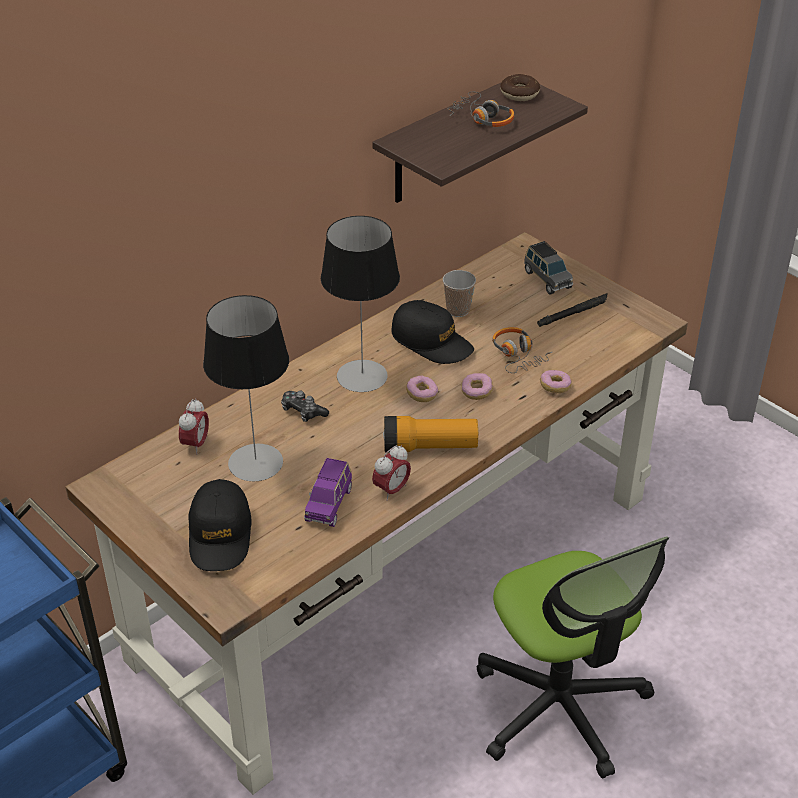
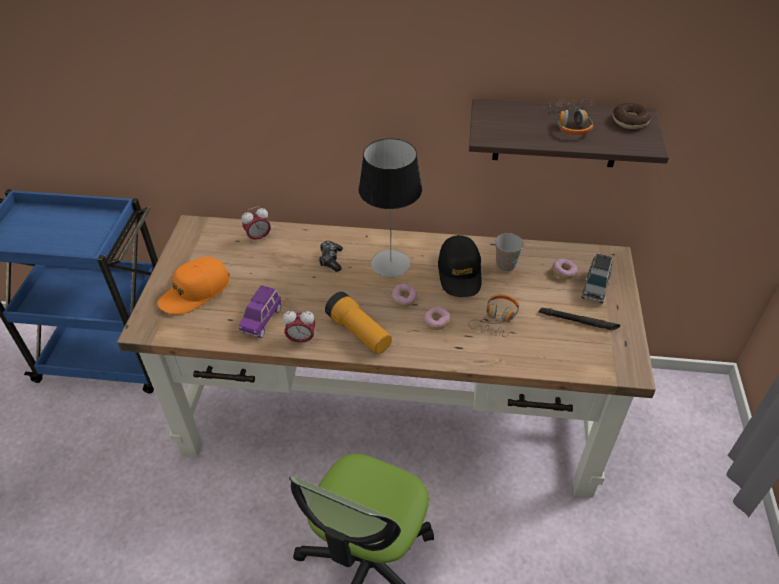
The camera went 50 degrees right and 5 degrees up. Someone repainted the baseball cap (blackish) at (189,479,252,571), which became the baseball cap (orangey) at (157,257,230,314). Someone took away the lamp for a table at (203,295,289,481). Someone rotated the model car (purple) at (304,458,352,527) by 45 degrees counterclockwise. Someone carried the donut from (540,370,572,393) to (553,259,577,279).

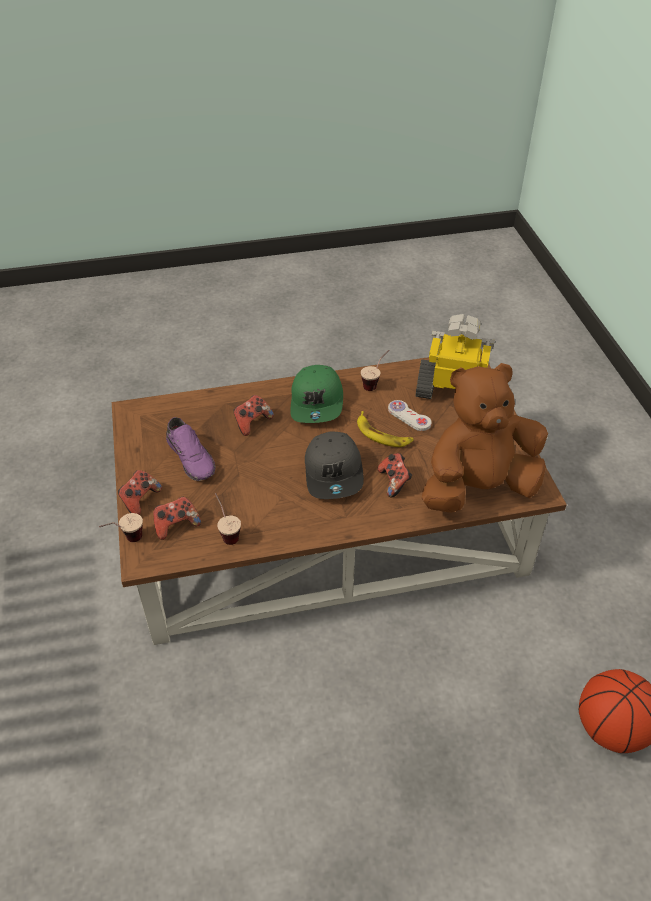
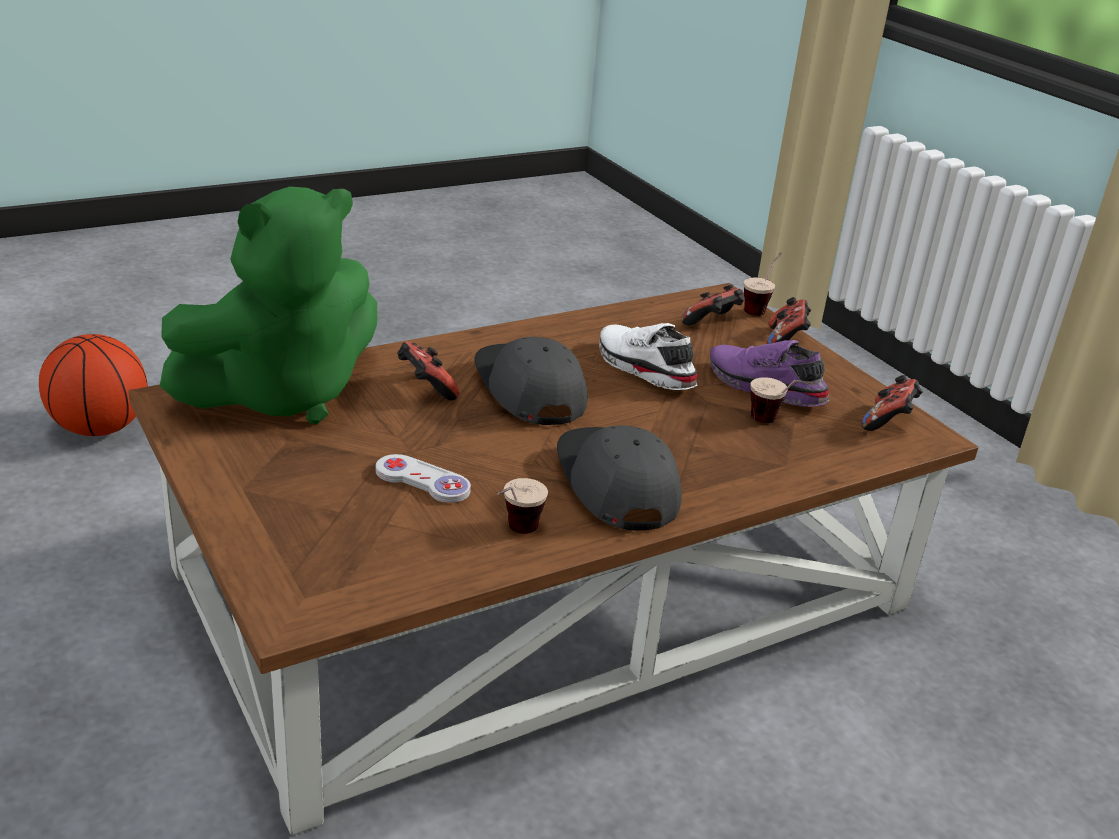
The camera went 160 degrees right and 15 degrees down. Someone carried the small cup from (215,493,241,545) to (750,377,816,423). Someone carried the joypad from (234,395,274,436) to (861,375,923,431). Someone repainted the baseball cap (green-coloured) at (290,365,343,423), which became the baseball cap (gray) at (557,425,682,530). Someone took away the banana at (357,411,414,447). Someone took away the toy robot at (416,314,495,399). Someone repainted the plush toy (brown) at (422,363,548,513), which became the plush toy (green-coloured) at (160,187,377,424). Someone put down the item of footwear (white) at (599,323,698,390).

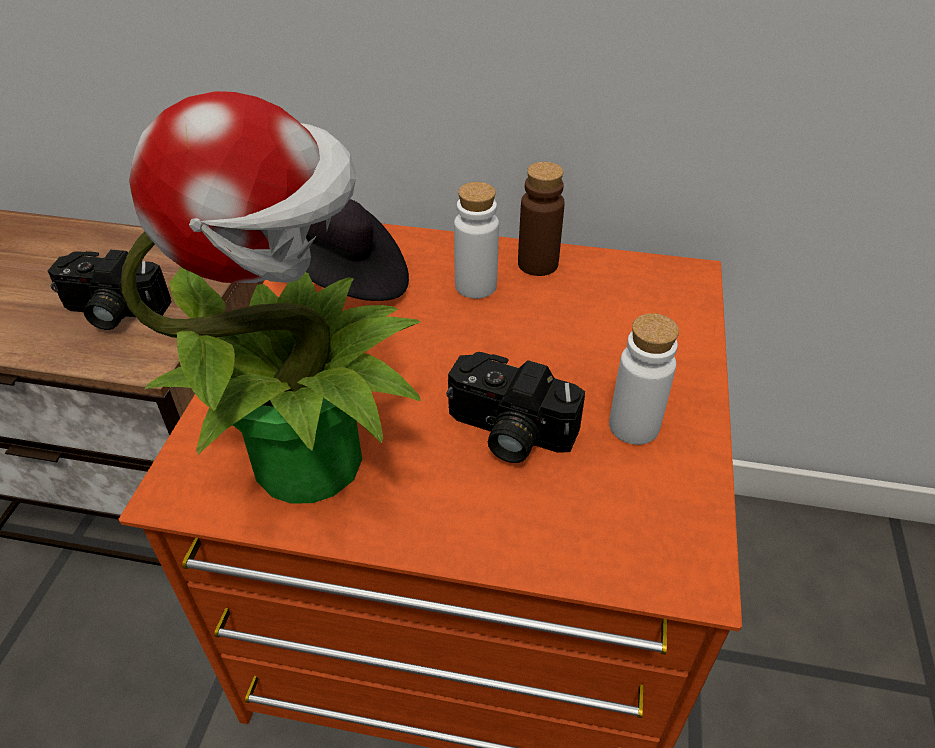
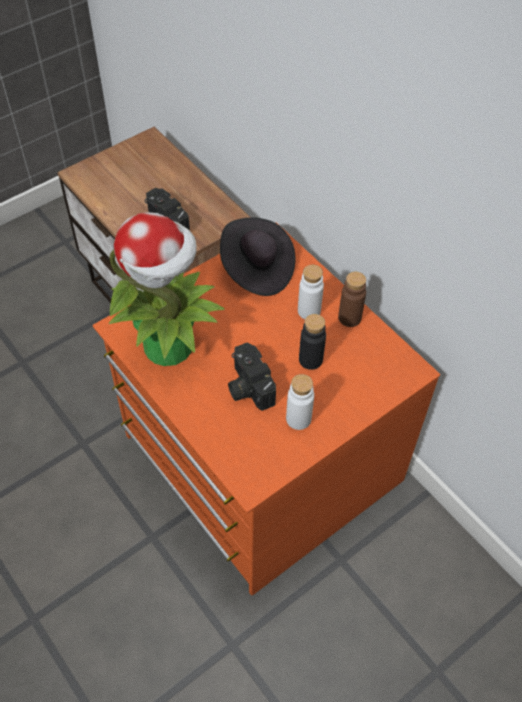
The camera went 40 degrees right and 10 degrees up. Someone put down the drink bottle (blackish) at (299,314,326,370).

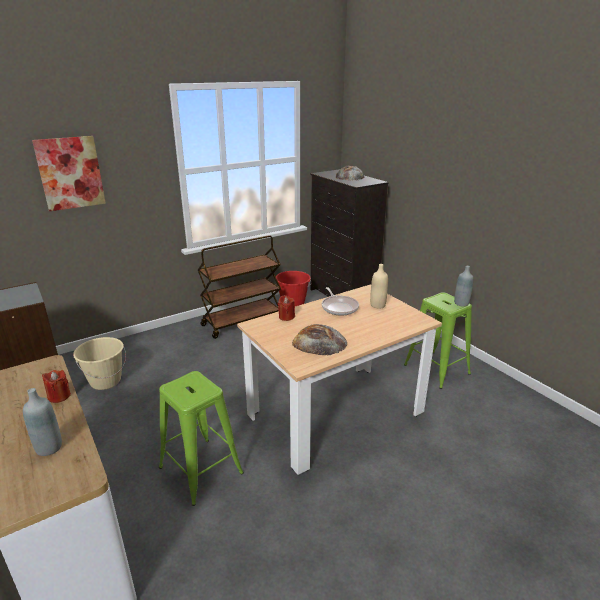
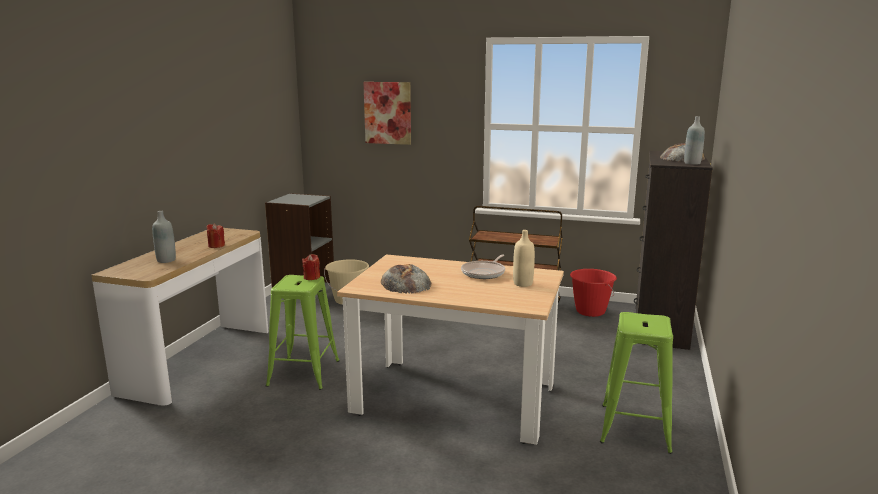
The camera went 50 degrees right and 10 degrees down. Someone carried the candle (reddish) from (278,295,295,321) to (302,254,320,280). Someone carried the drink bottle (gray) from (454,266,473,307) to (684,116,705,165).

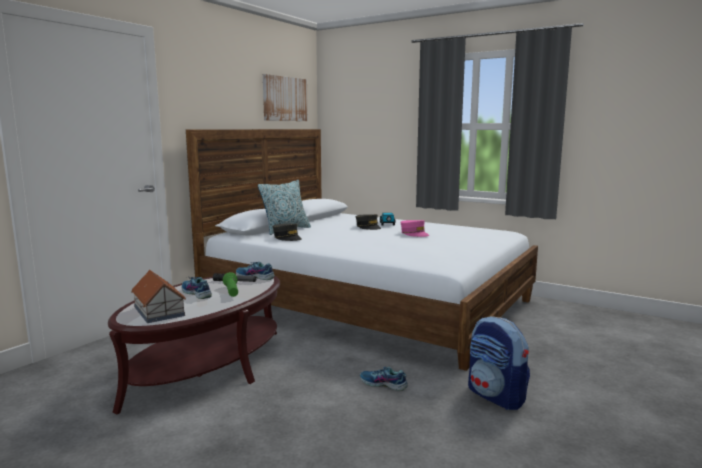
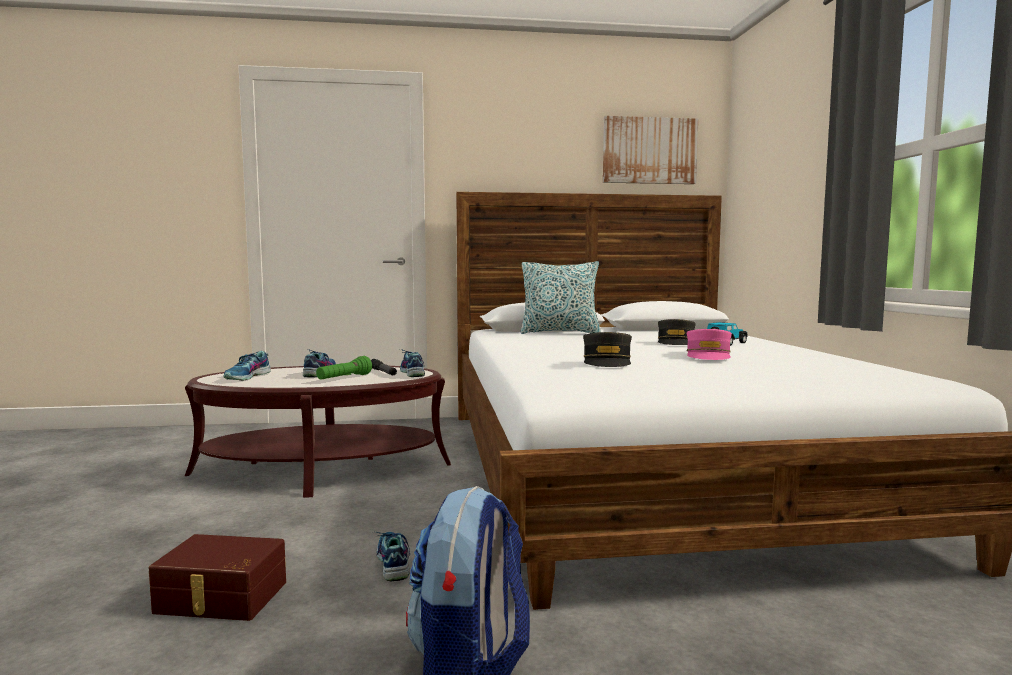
The camera went 50 degrees right and 5 degrees down. Someone swapped the miniature house at (131,270,186,323) for the item of footwear at (223,351,271,381). Someone carried the baseball cap (gray) from (273,224,302,241) to (583,332,632,367). Someone put down the storage box (brown) at (149,534,286,621).

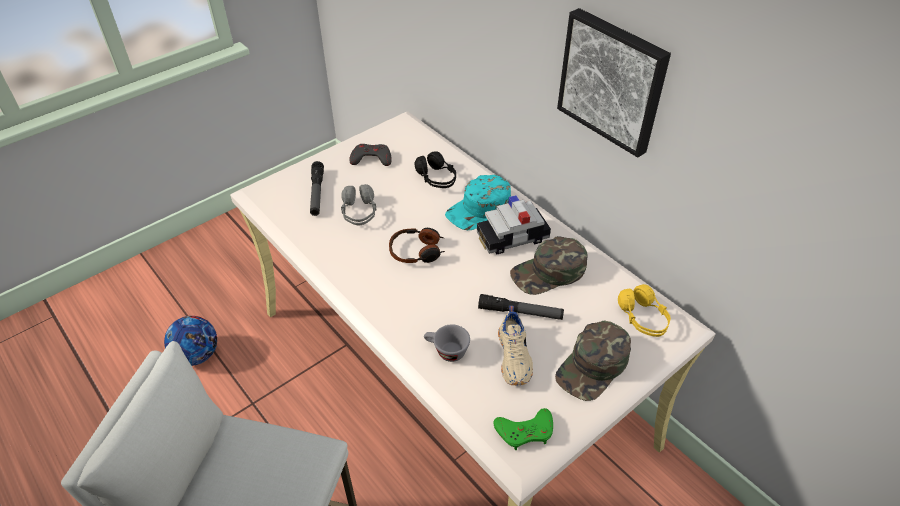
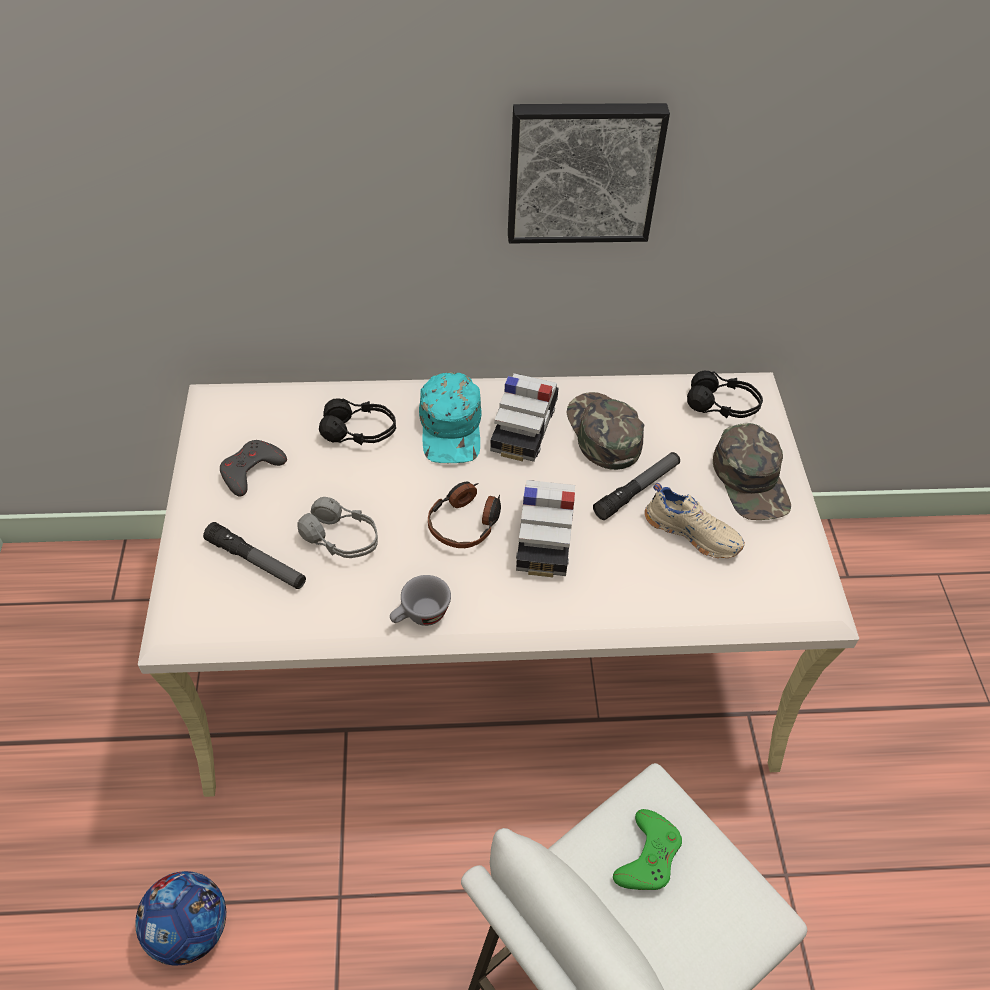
The camera went 55 degrees left and 5 degrees up. Someone carried the small cup (gray) from (424,324,470,362) to (390,575,451,626). Someone carried the joypad (green-coloured) from (494,408,553,450) to (613,809,682,890). Someone rotated the baseball cap (green-coloured) at (510,236,587,295) by 150 degrees clockwise. Someone repainted the headphones (yellowish) at (618,284,671,337), which became the headphones (blackish) at (687,371,763,418). Someone put down the model car at (516,480,575,577).

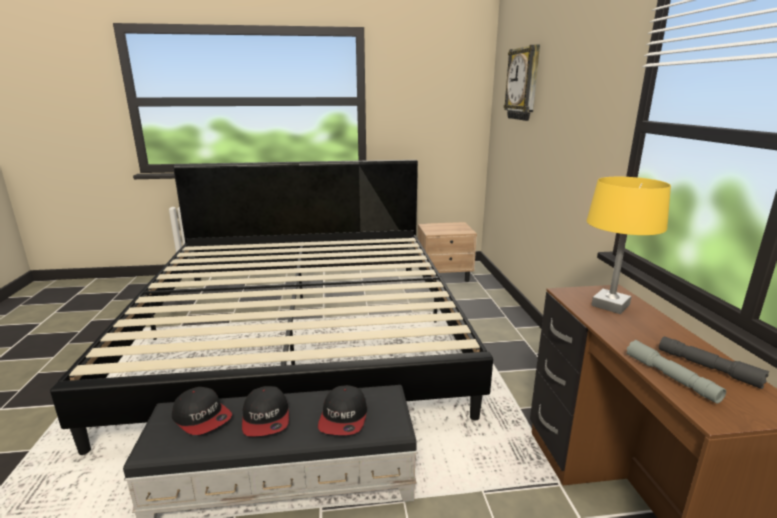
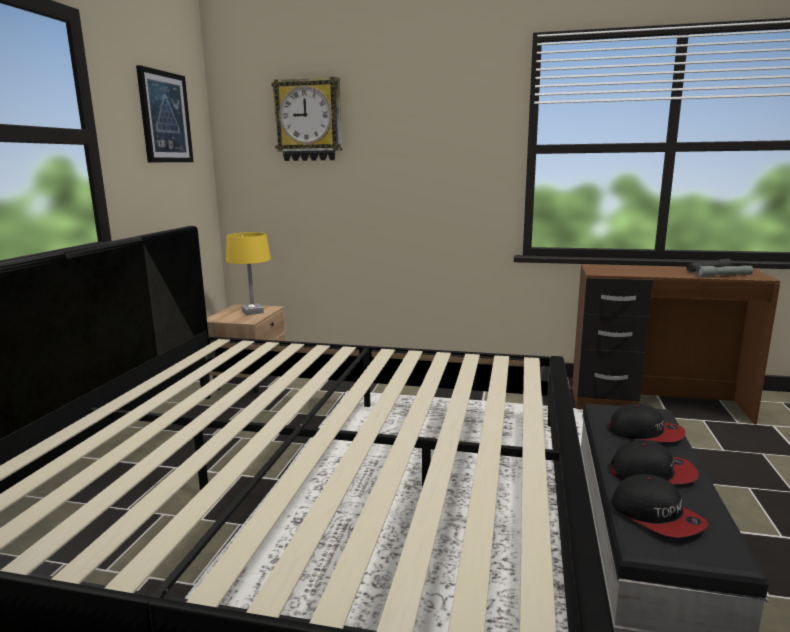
The camera went 70 degrees left and 5 degrees down. Someone rotated the baseball cap at (172,387,232,435) by 90 degrees clockwise. Someone carried the lamp for a table (yellowish) from (587,177,671,314) to (226,232,271,315). Someone put up the wall art at (136,65,194,162).

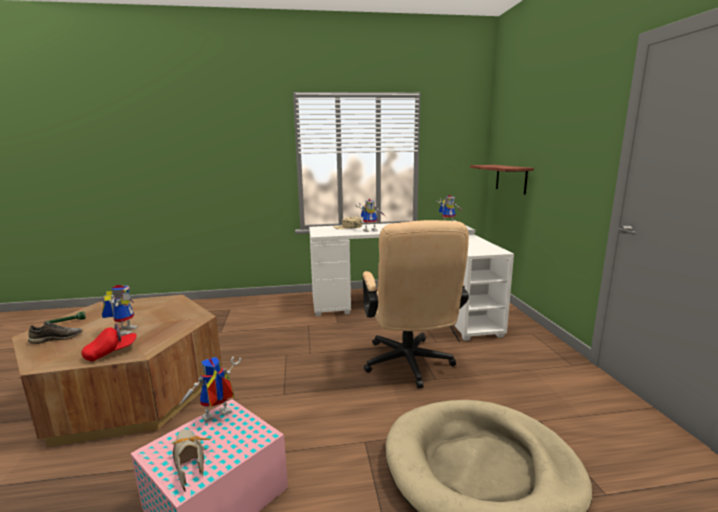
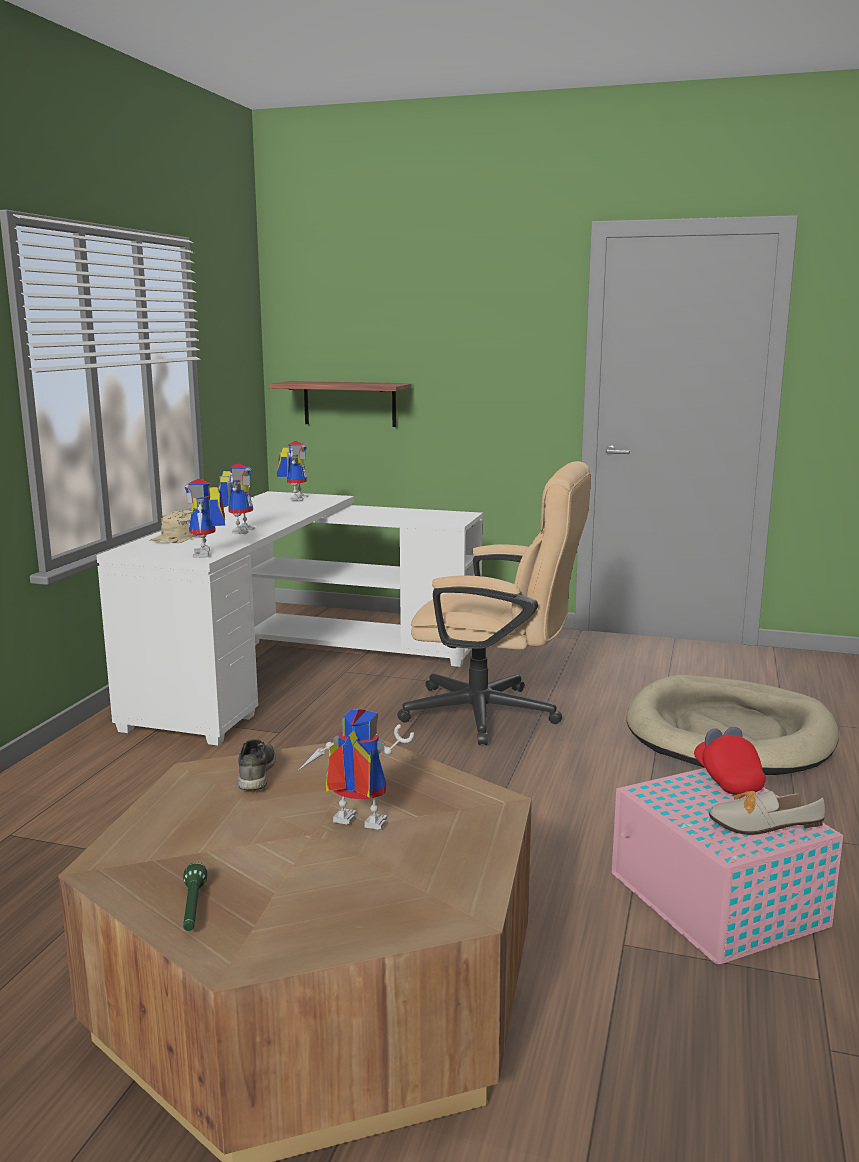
The camera went 65 degrees left and 0 degrees up. Someone carried the item of footwear (gray) from (28,321,83,344) to (238,739,276,791). Someone carried the baseball cap (reddish) from (81,323,137,361) to (694,727,766,795). Someone carried the toy robot from (178,357,241,423) to (184,479,225,558).

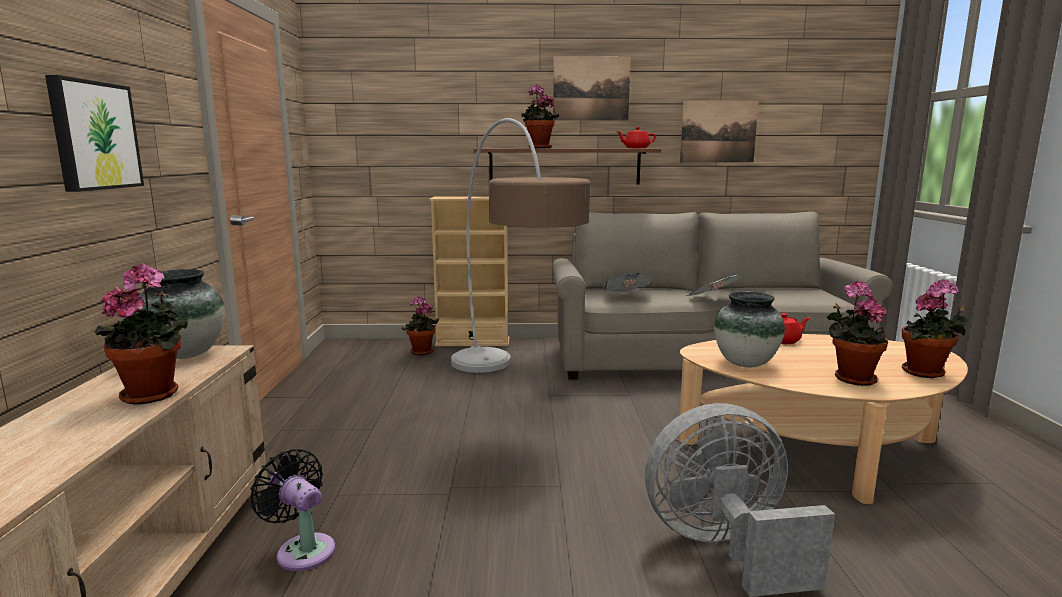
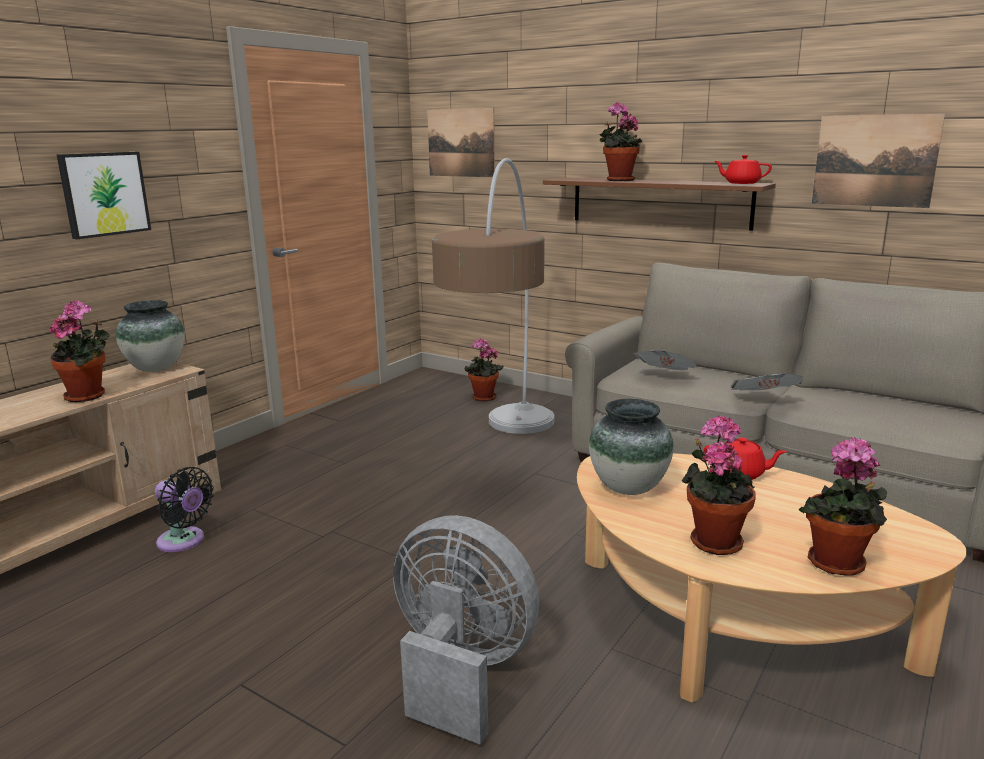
The camera went 35 degrees right and 5 degrees up. Someone rotated the fan (blackish) at (250,449,335,571) by 135 degrees clockwise. Someone took away the bookshelf (beige) at (429,197,509,346). Someone carried the wall art from (553,56,631,121) to (427,107,495,177).

